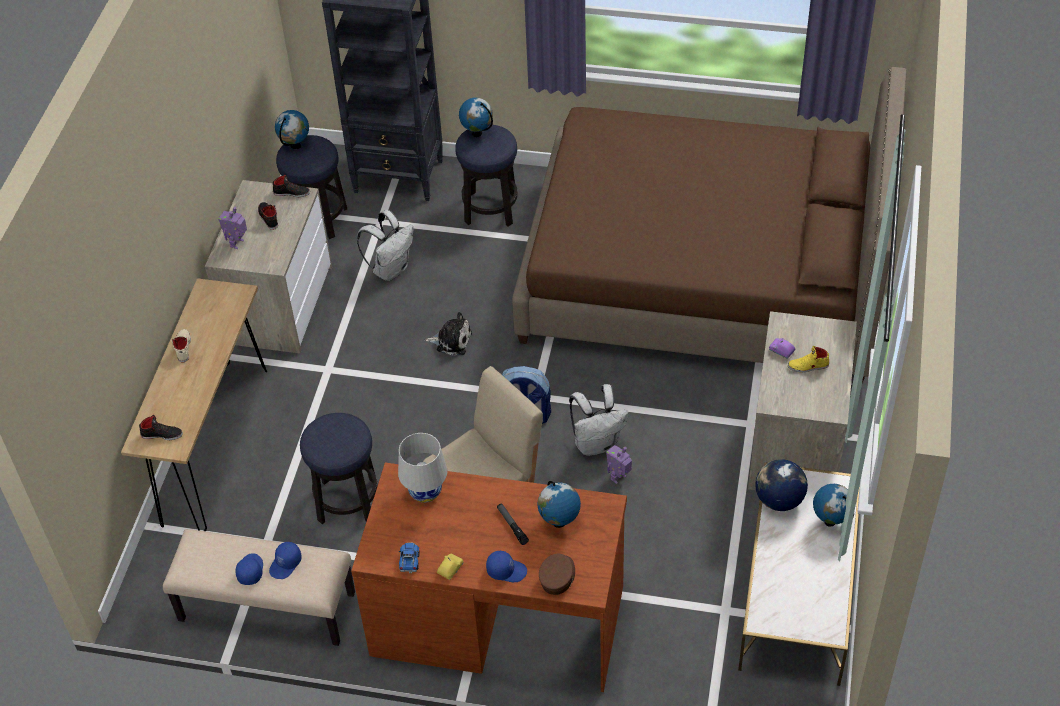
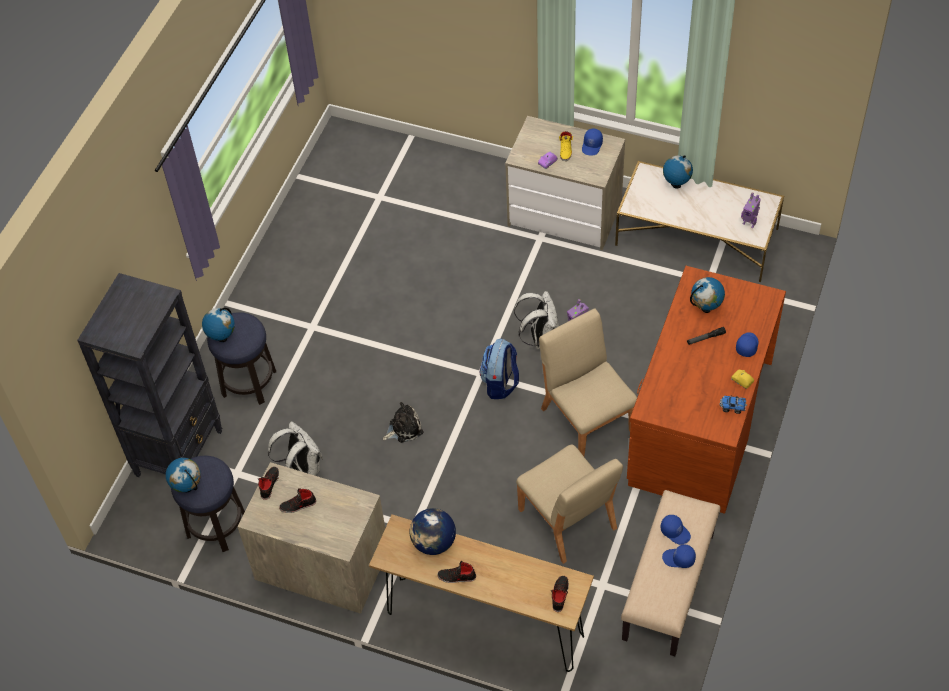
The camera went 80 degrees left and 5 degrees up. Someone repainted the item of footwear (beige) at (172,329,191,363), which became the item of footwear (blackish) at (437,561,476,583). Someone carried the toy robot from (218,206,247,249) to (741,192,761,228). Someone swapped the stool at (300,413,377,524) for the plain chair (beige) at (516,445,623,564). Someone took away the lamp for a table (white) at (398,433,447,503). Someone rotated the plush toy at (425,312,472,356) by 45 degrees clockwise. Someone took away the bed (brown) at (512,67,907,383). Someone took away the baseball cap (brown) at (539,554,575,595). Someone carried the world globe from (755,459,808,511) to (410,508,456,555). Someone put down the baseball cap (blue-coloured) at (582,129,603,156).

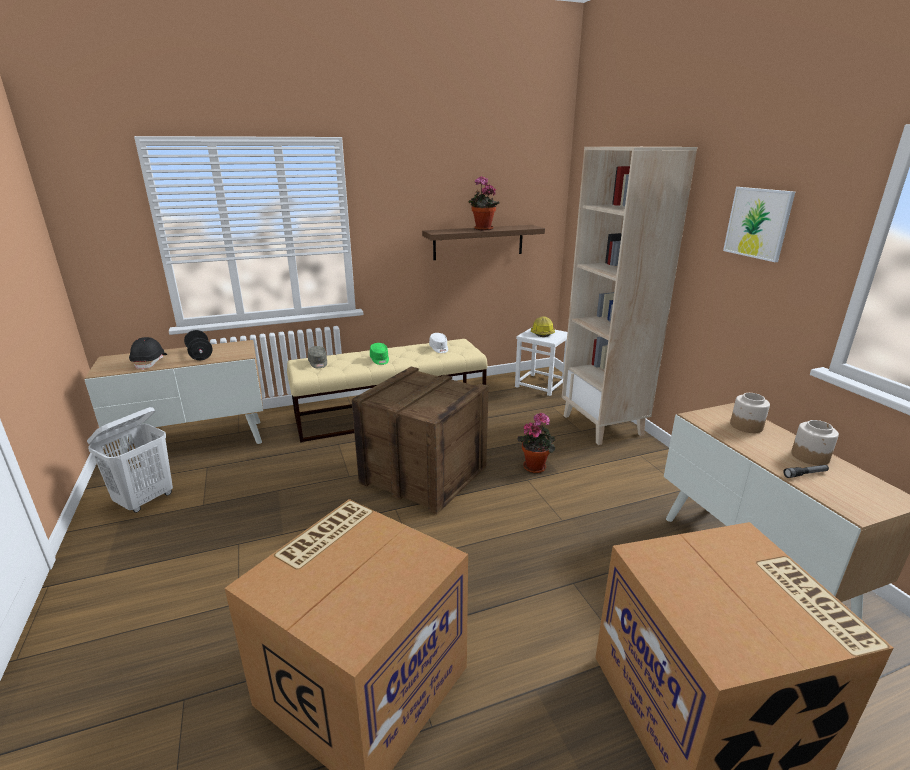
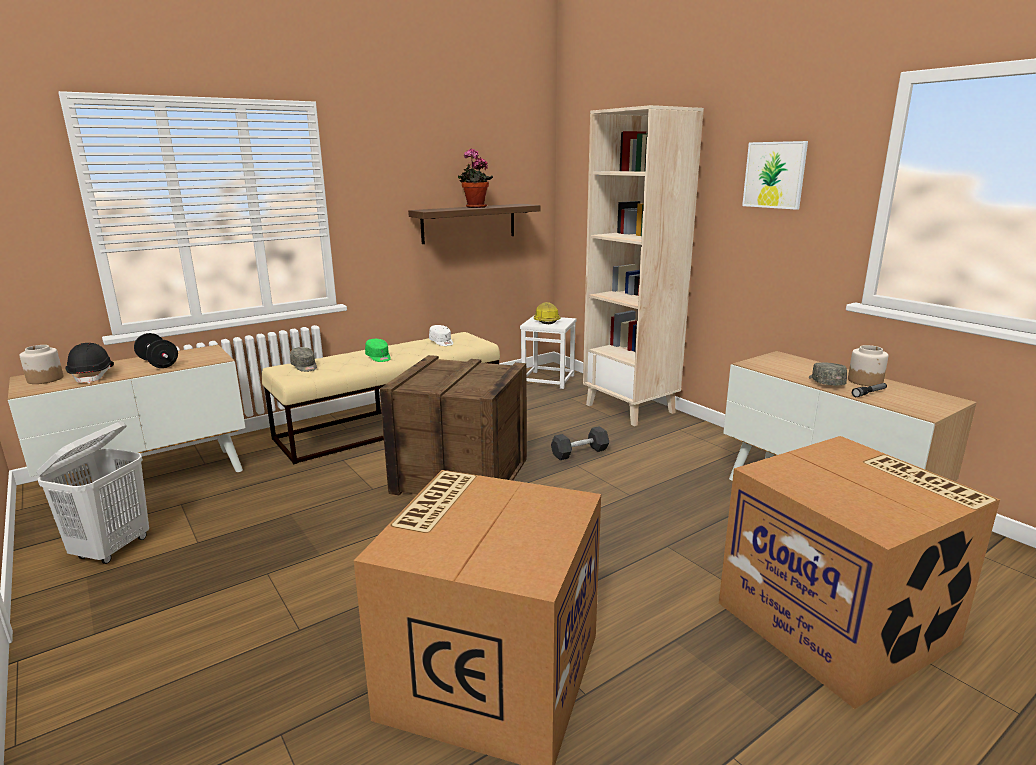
The camera went 15 degrees left and 5 degrees down. Someone swapped the houseplant at (517,412,555,473) for the hand weight (blackish) at (551,426,609,460). Someone carried the storage jar from (730,393,770,433) to (19,345,63,384). Someone put down the baseball cap (gray) at (809,362,847,385).

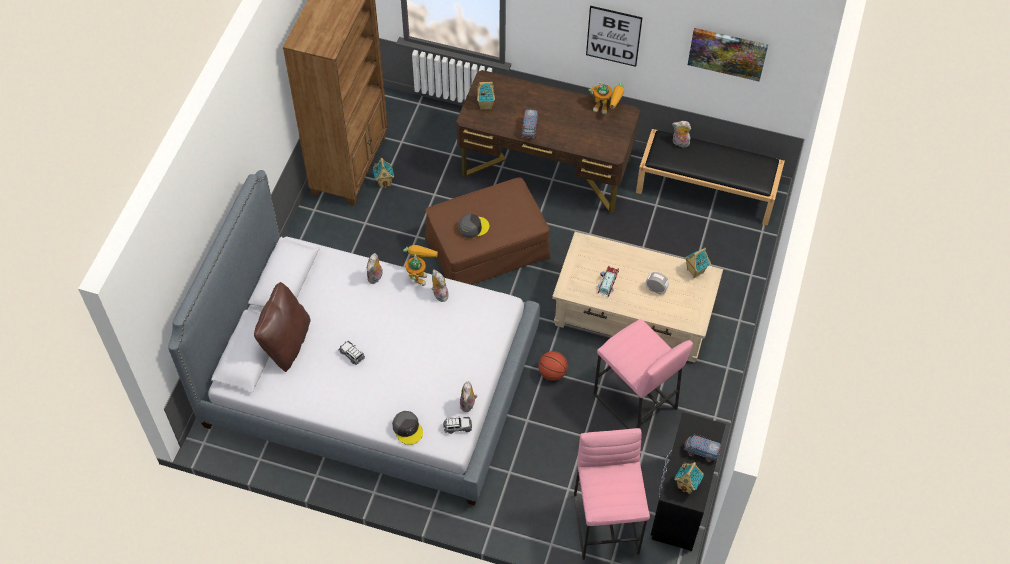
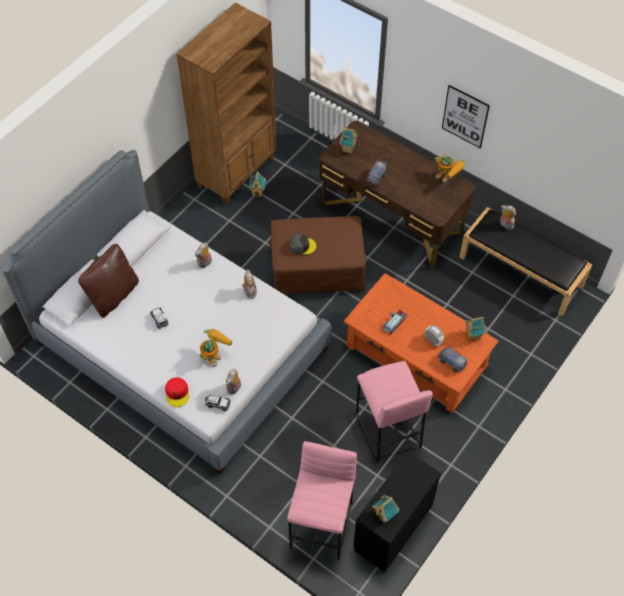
The camera went 20 degrees right and 0 degrees up. Someone repainted the baseball cap (gray) at (392,411,423,445), which became the baseball cap (reddish) at (165,377,189,407). Someone carried the toy robot from (403,245,438,286) to (200,329,232,367). Someone took away the basketball at (538,351,568,381). Someone repainted the low table (beige) at (552,232,723,363), which became the low table (orangey) at (344,273,498,413). Someone carried the toy lorry from (684,434,721,462) to (438,347,467,372). Someone took away the wall art at (688,28,768,81).

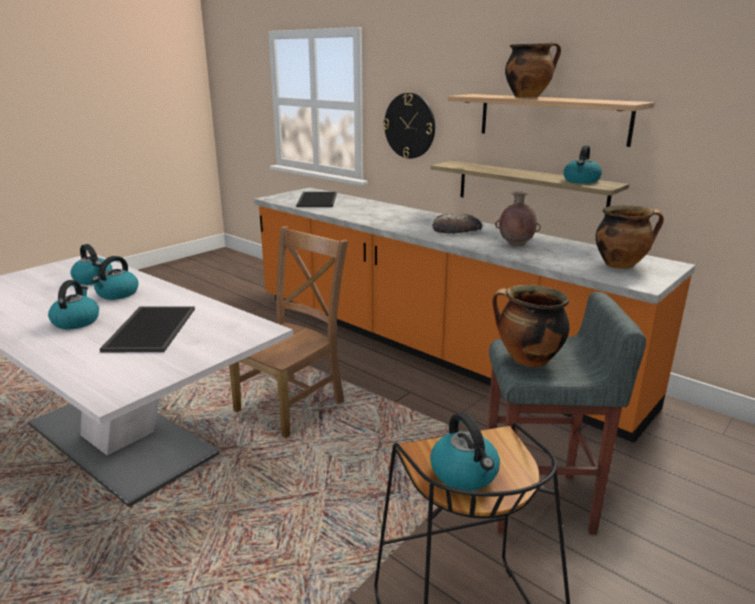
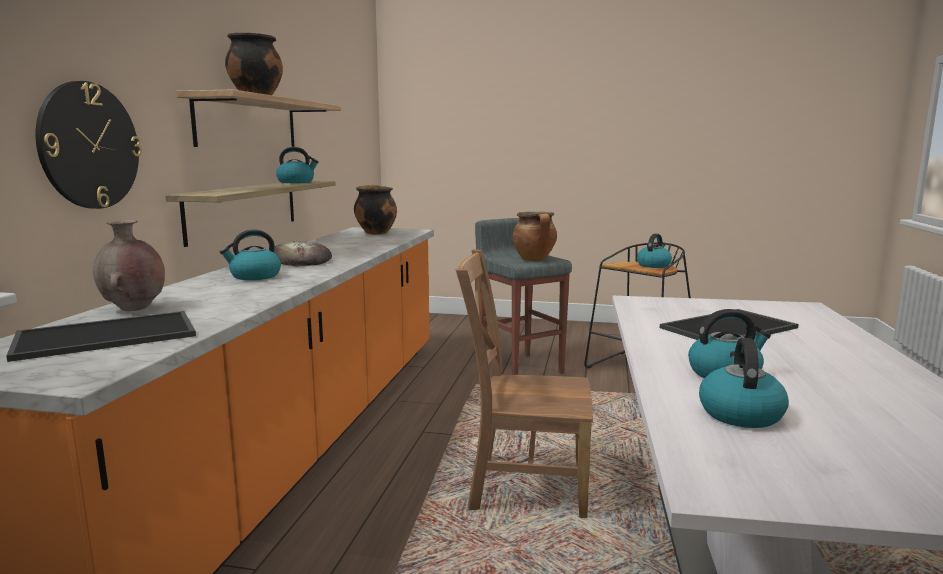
The camera went 120 degrees left and 10 degrees down. Someone carried the kettle from (48,280,99,330) to (220,229,281,280). Someone carried the decorative vase (brown) from (495,191,541,246) to (93,220,165,311).

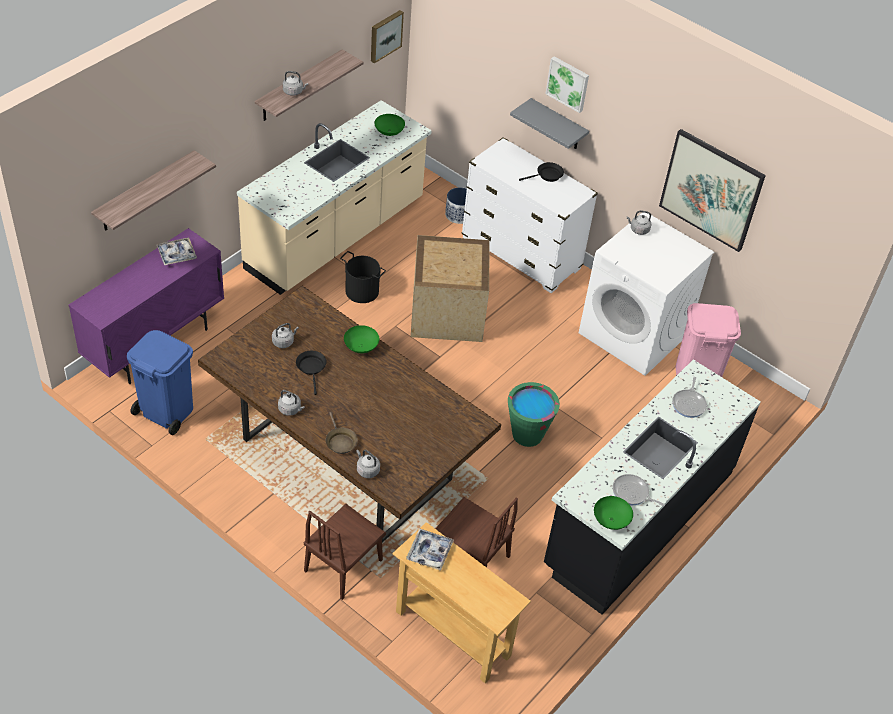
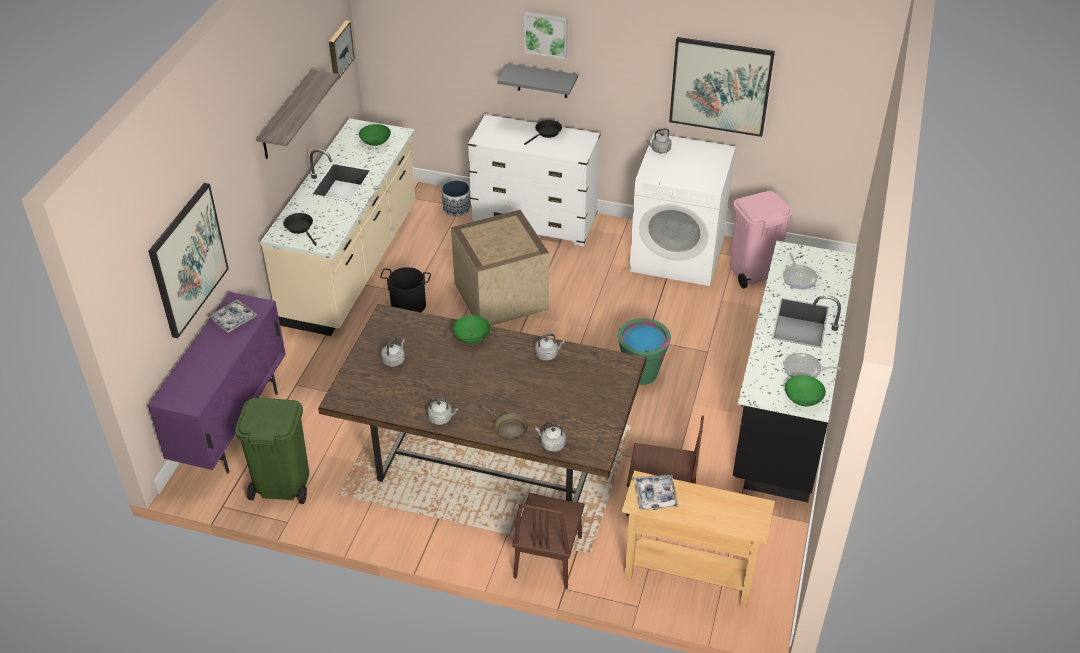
The camera went 20 degrees left and 5 degrees down. Someone swapped the bracket shelf at (91,150,216,231) for the wall art at (148,183,229,338). Someone repainted the waste bin (blue-coloured) at (127,330,193,435), which became the waste bin (green-coloured) at (235,398,309,504). Someone carried the kettle (gray) from (283,71,308,96) to (535,334,565,361). Someone carried the frying pan (blackish) from (296,351,327,395) to (284,213,317,246).

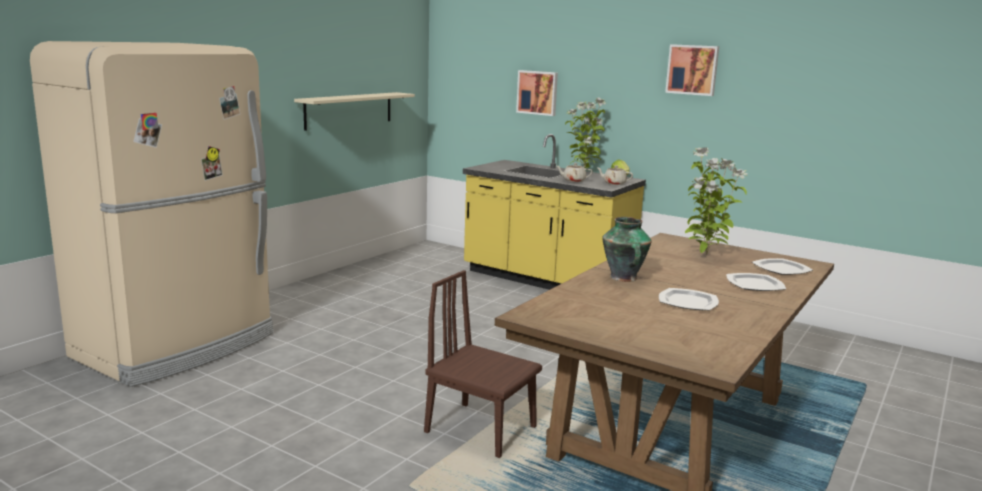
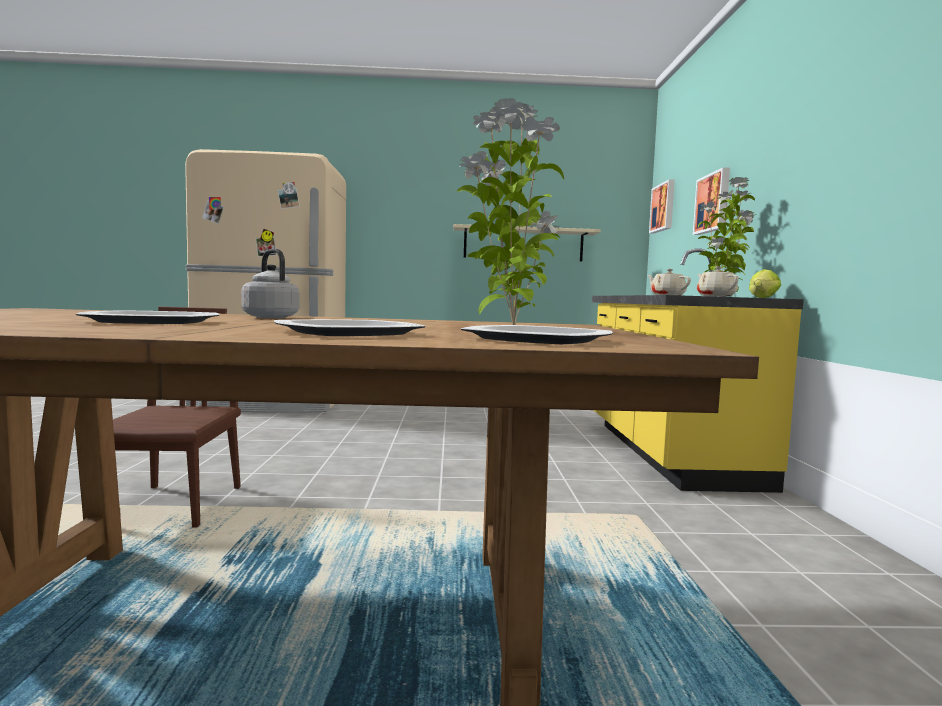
The camera went 55 degrees right and 10 degrees down. Someone swapped the decorative vase at (602,217,652,282) for the kettle (gray) at (241,249,299,318). Someone carried the wall art from (665,44,719,96) to (649,179,675,233).

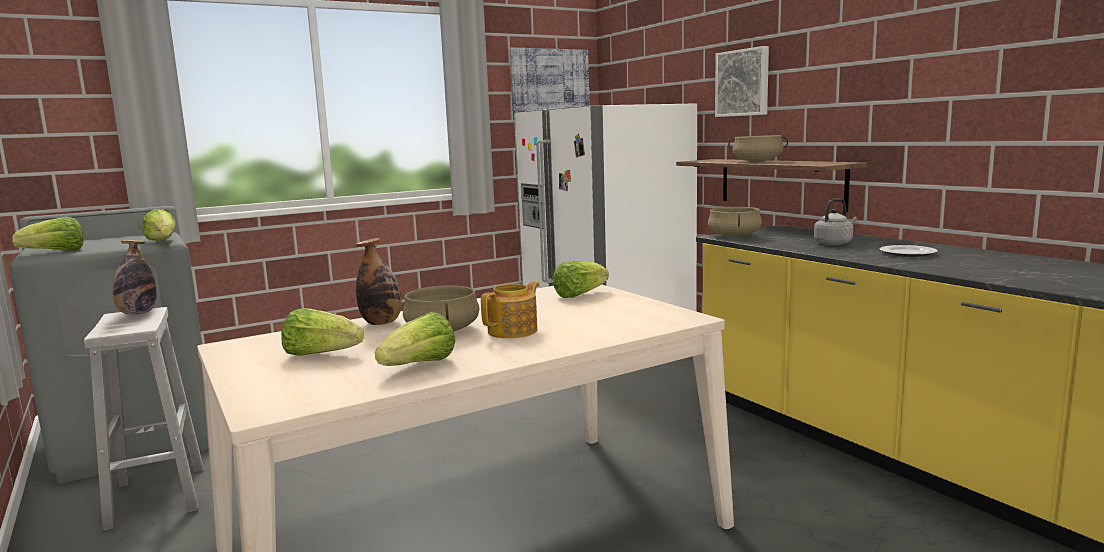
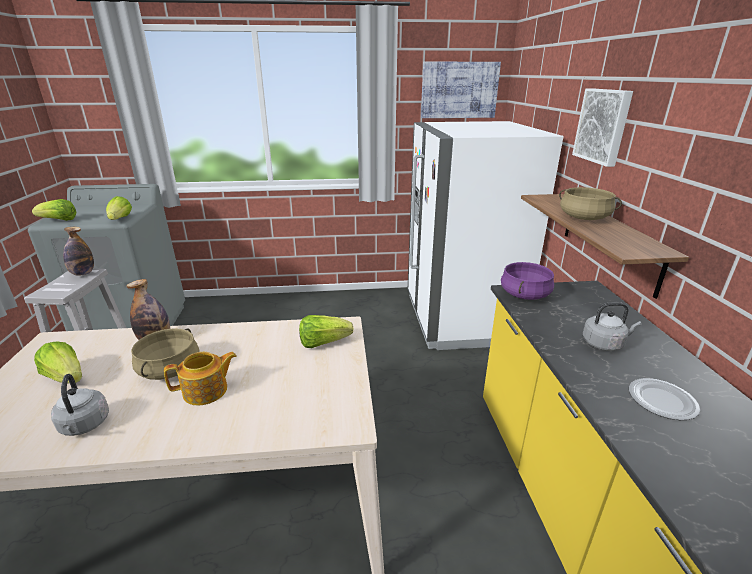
The camera went 25 degrees right and 15 degrees up. Someone swapped the lettuce head at (375,312,455,366) for the kettle (gray) at (51,374,109,436). Someone repainted the saucepot (beige) at (708,207,762,237), which became the saucepot (purple) at (501,262,554,300).

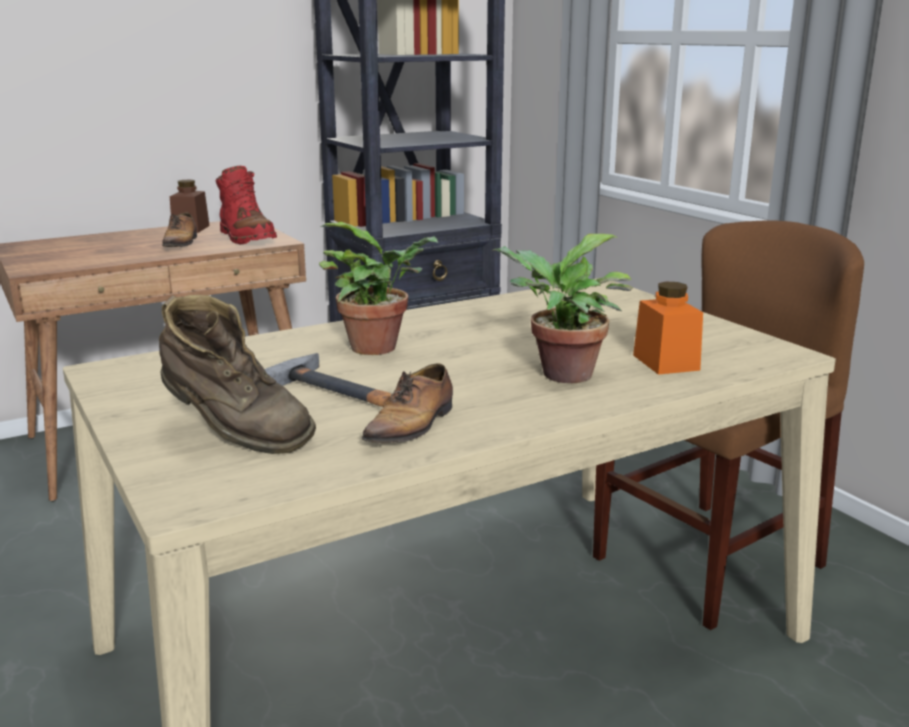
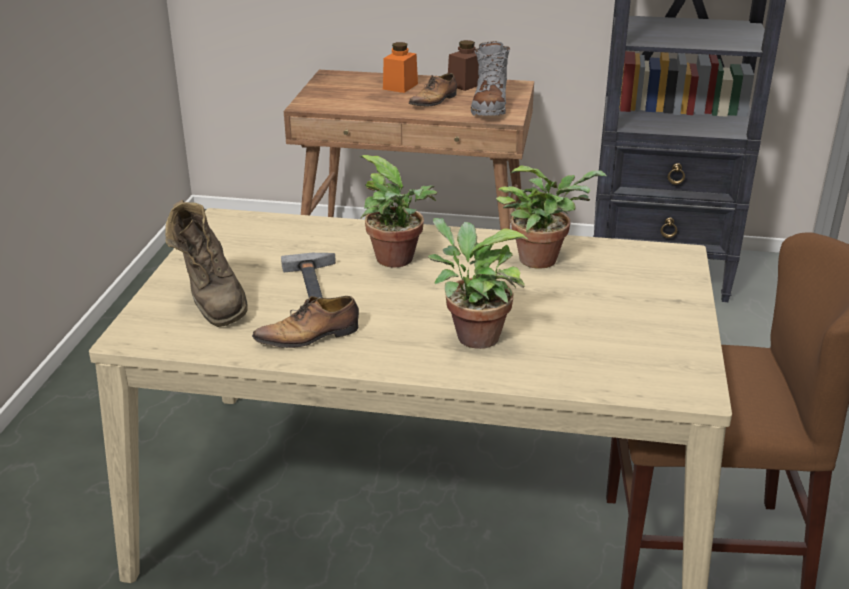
The camera went 40 degrees right and 10 degrees up. Someone repainted the high-top boot (reddish) at (215,166,277,245), which became the high-top boot (gray) at (471,41,510,116). Someone carried the storage jar (orangey) from (633,282,703,375) to (383,42,418,93). Someone put down the houseplant at (496,165,607,269).

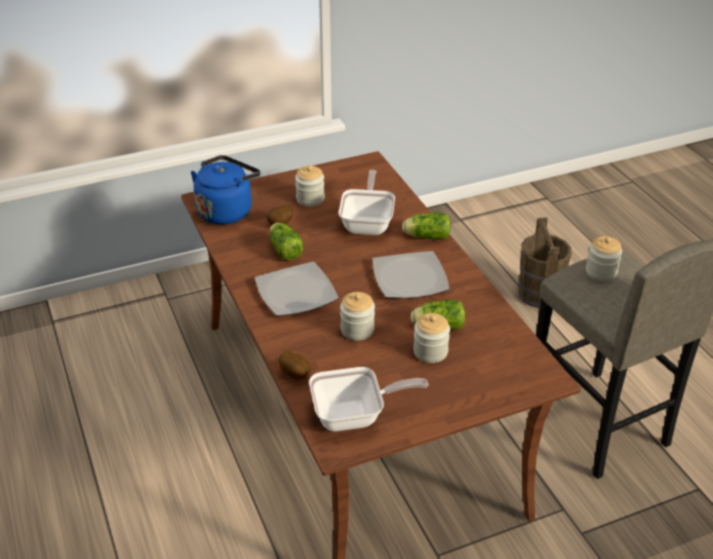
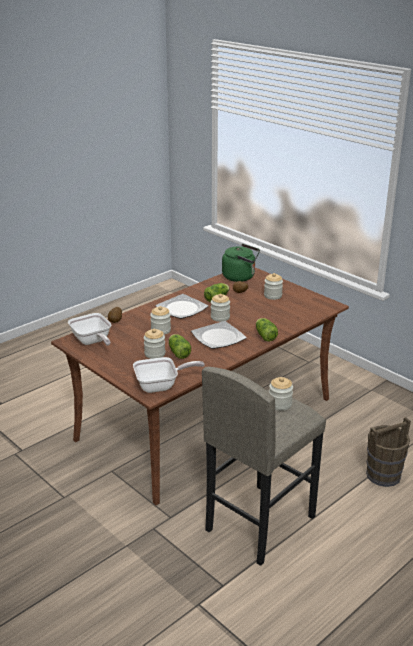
The camera went 70 degrees right and 10 degrees down. Someone repainted the kettle (blue-coloured) at (191,155,260,224), which became the kettle (green-coloured) at (222,244,260,282). Someone carried the frying pan from (339,170,395,235) to (133,357,205,393). Someone put down the storage jar at (211,294,230,322).

